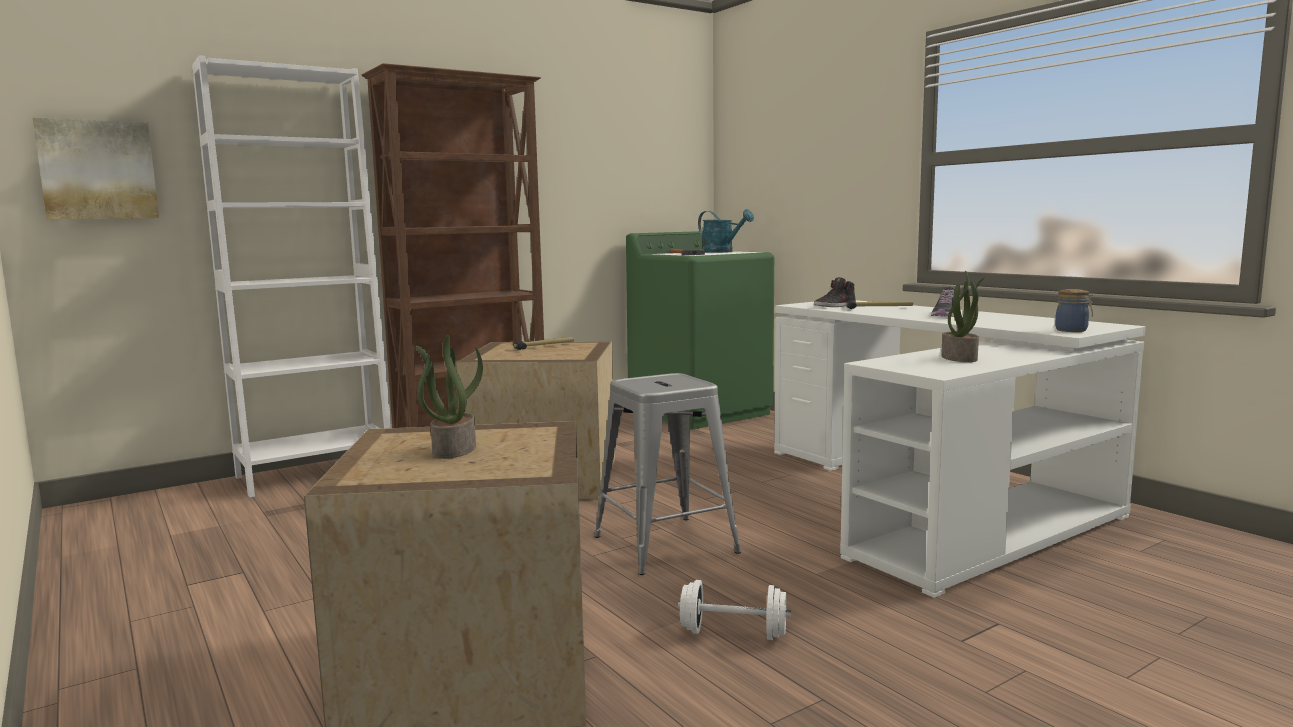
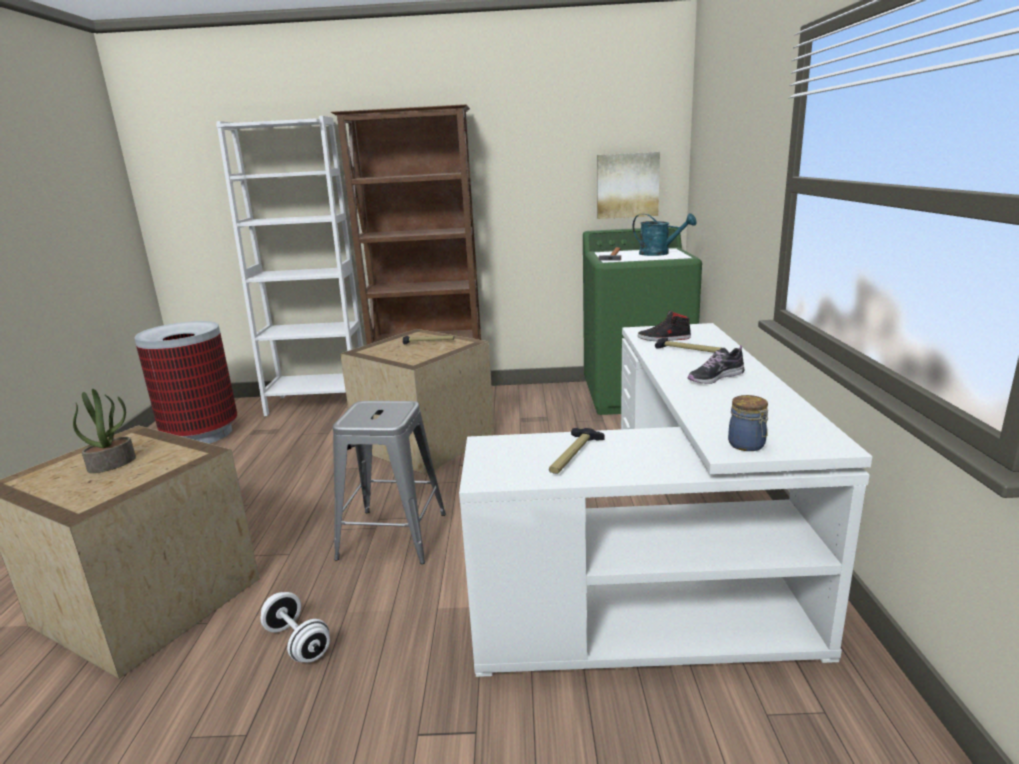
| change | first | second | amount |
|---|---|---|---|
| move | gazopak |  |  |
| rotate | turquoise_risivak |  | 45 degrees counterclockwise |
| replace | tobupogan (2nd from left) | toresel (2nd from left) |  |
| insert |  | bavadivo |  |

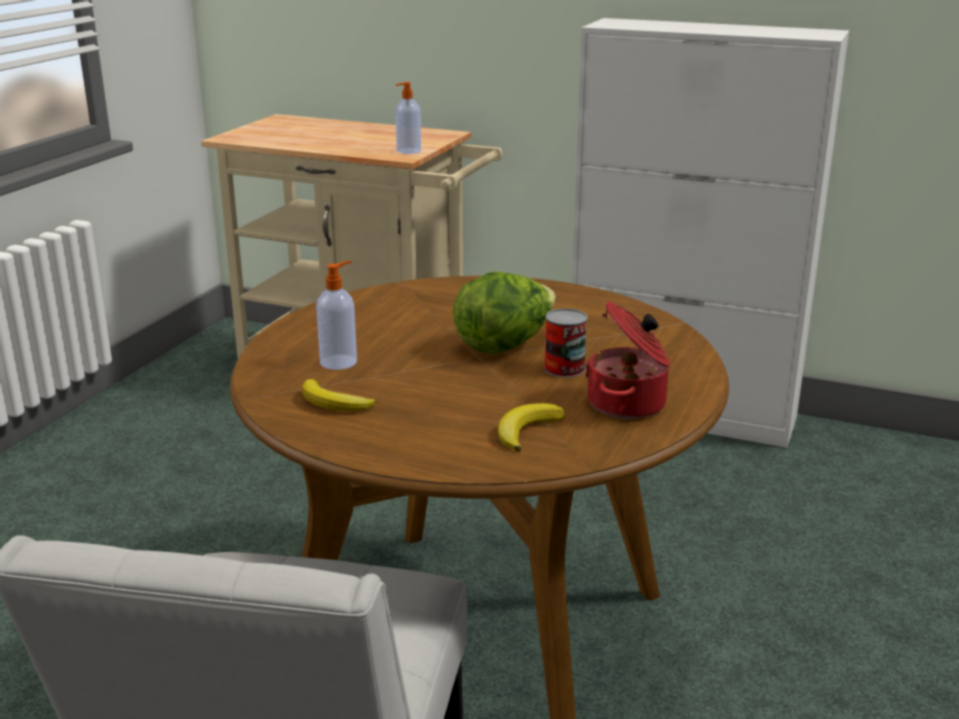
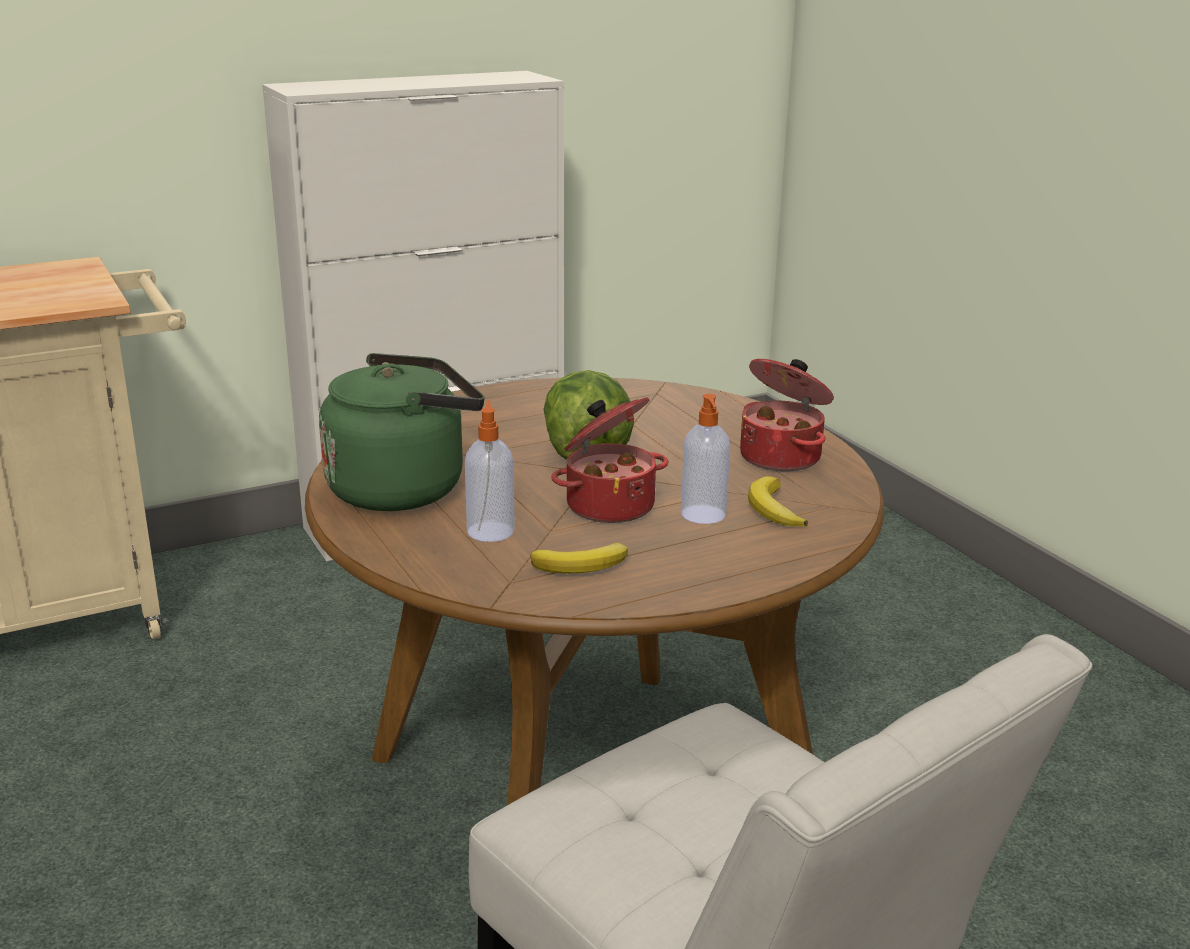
| change | first | second | amount |
|---|---|---|---|
| move | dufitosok (2nd from left) |  |  |
| delete | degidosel |  |  |
| insert |  | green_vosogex |  |
| insert |  | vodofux (1st from left) |  |

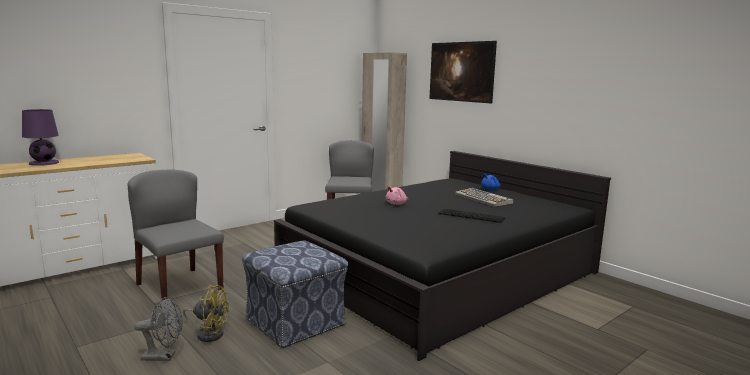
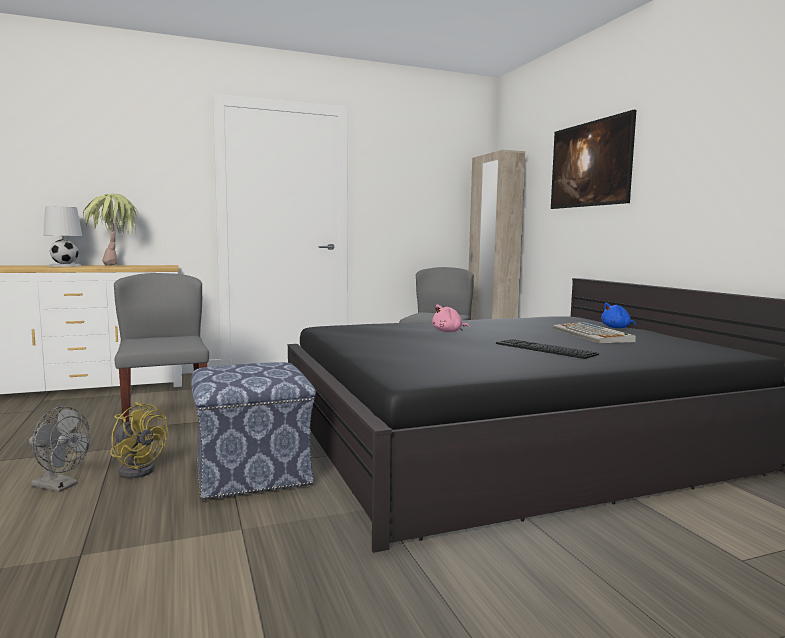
| change | first | second | amount |
|---|---|---|---|
| recolor | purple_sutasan | white_sutasan |  |
| insert |  | tobupogan |  |

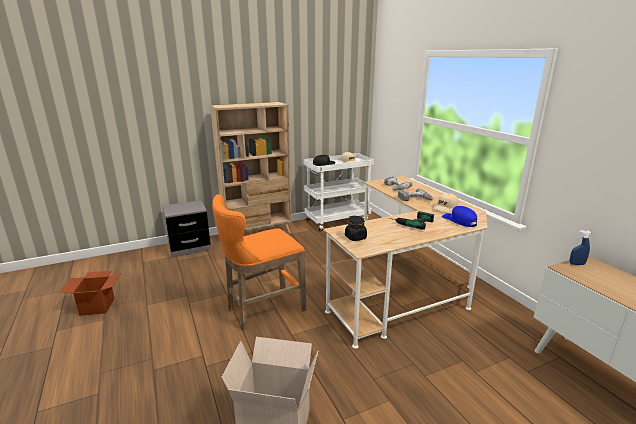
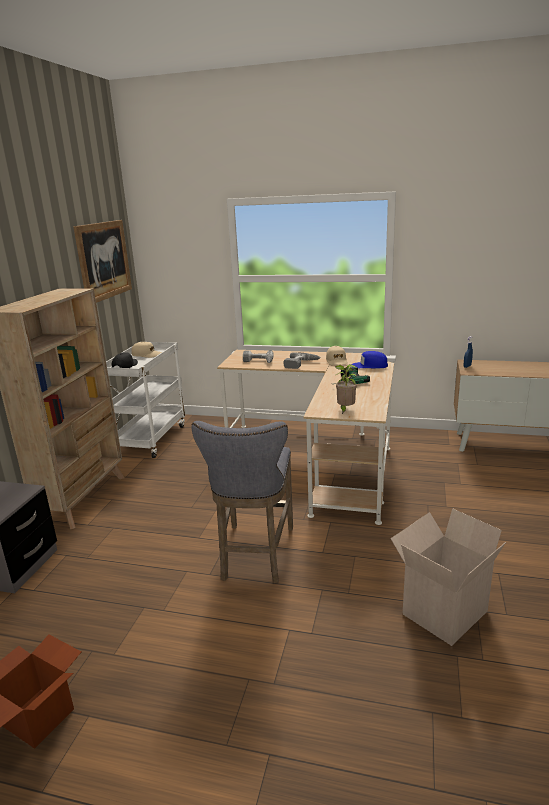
| change | first | second | amount |
|---|---|---|---|
| recolor | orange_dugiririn | grey_dugiririn |  |
| replace | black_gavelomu | tobupogan |  |
| insert |  | gazopak |  |

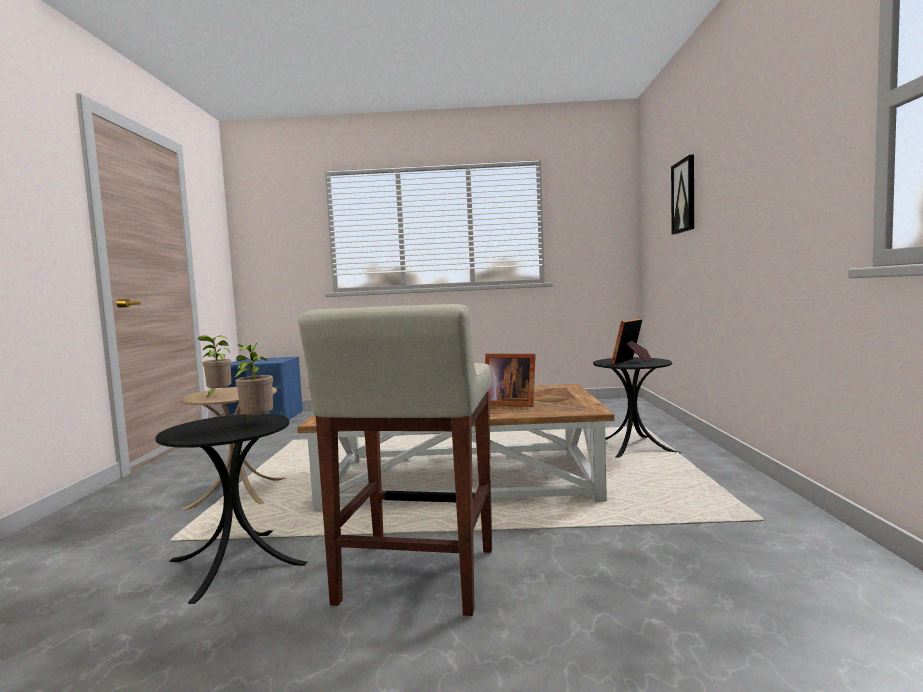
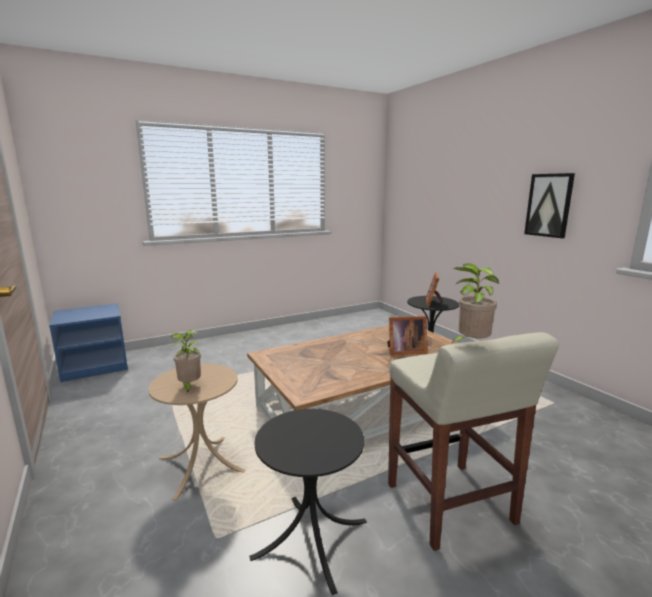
| change | first | second | amount |
|---|---|---|---|
| move | tobupogan (2nd from left) |  |  |
| move | gazopak |  |  |

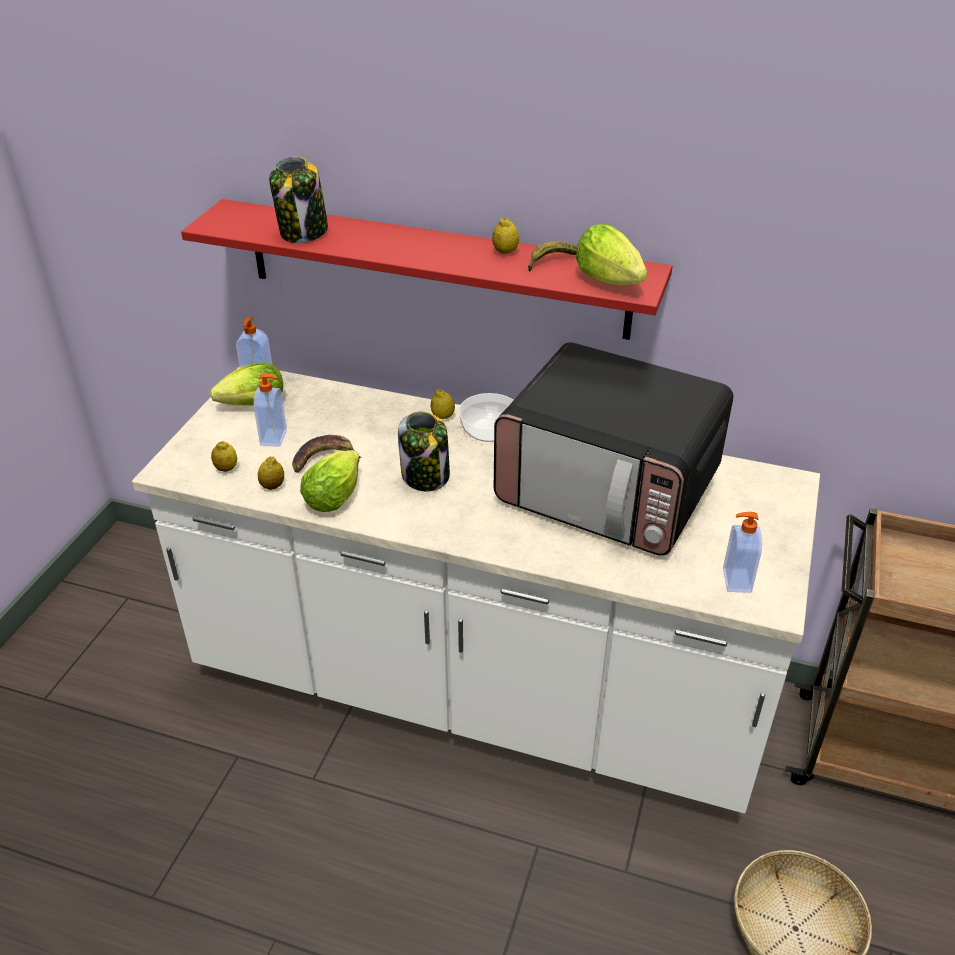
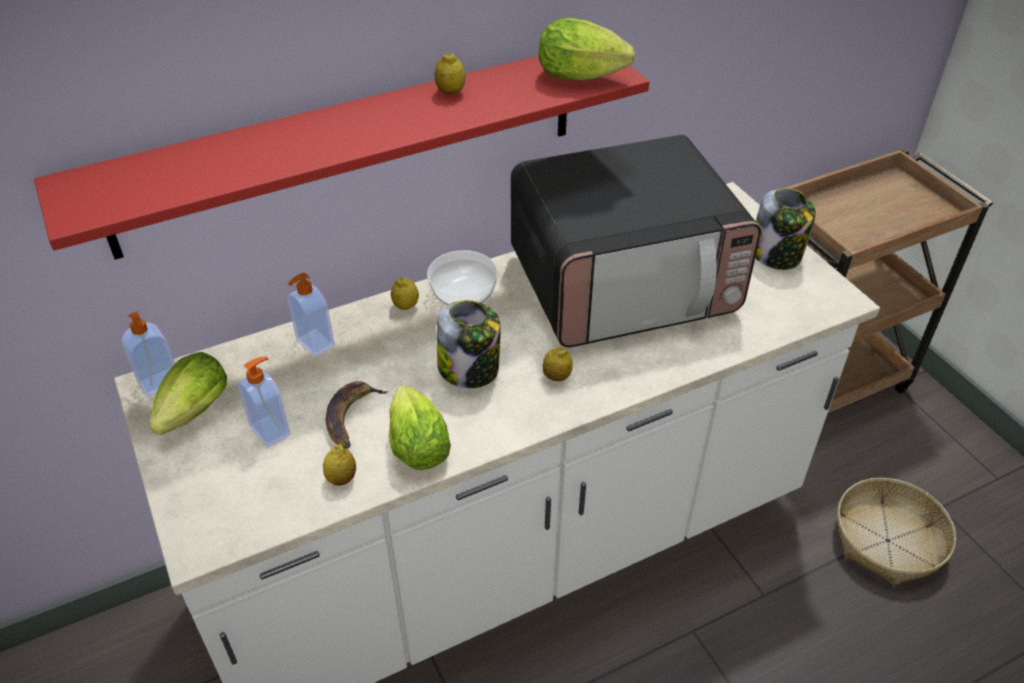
| change | first | second | amount |
|---|---|---|---|
| move | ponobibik (1st from left in the first image) | ponobibik (4th from left) |  |
| move | gavelomu (1st from left in the first image) | gavelomu (2nd from left) |  |
| delete | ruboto (2nd from left) |  |  |
| move | dufitosok (3rd from left) |  |  |

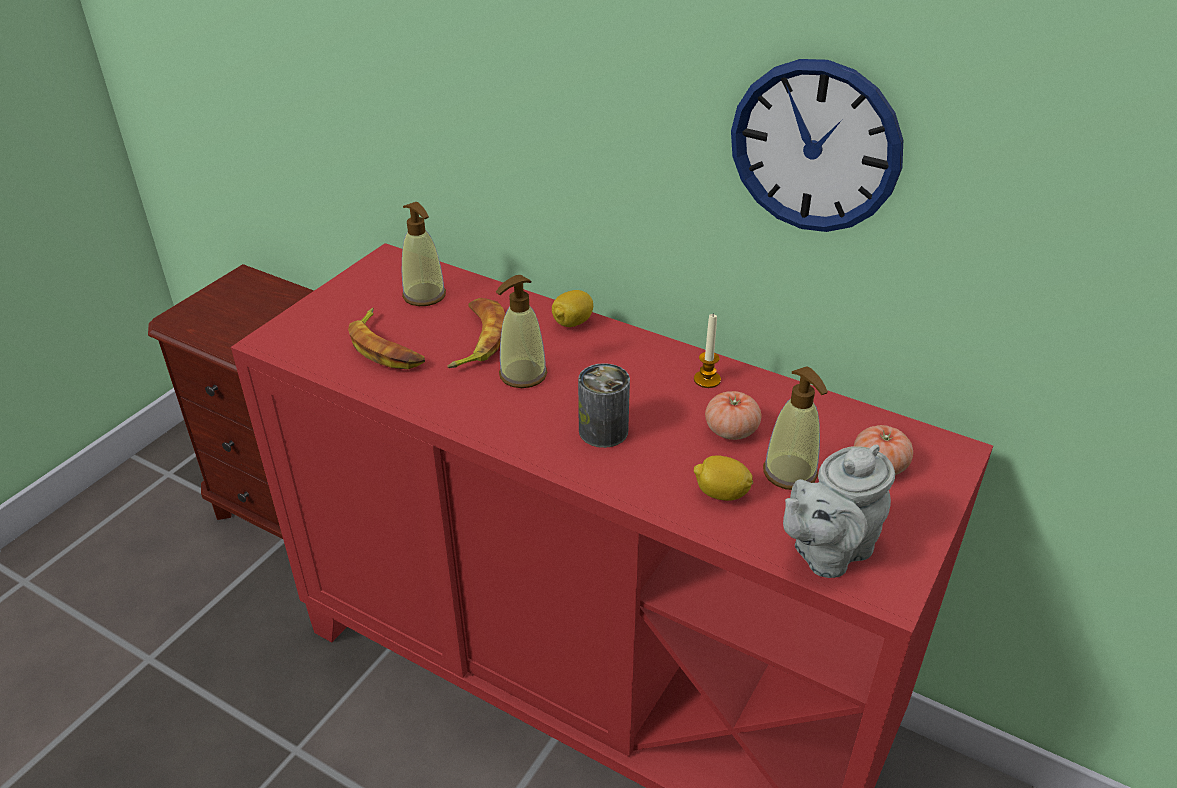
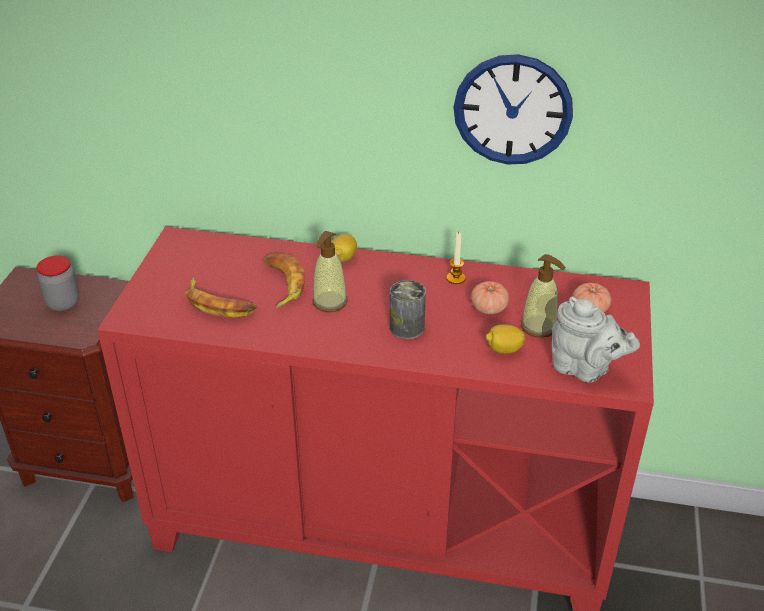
| change | first | second | amount |
|---|---|---|---|
| delete | dufitosok (1st from left) |  |  |
| rotate | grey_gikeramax |  | 90 degrees counterclockwise |
| insert |  | gavelomu |  |

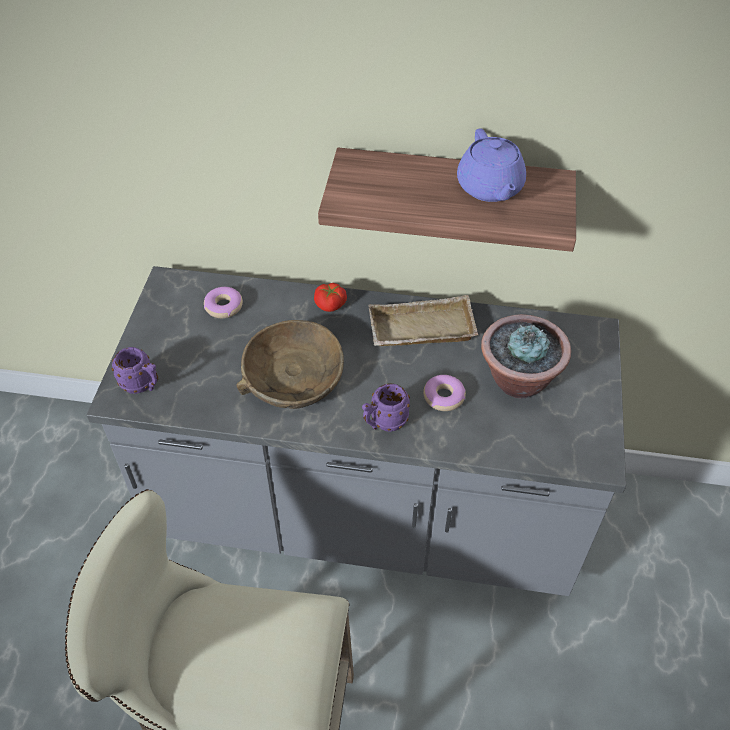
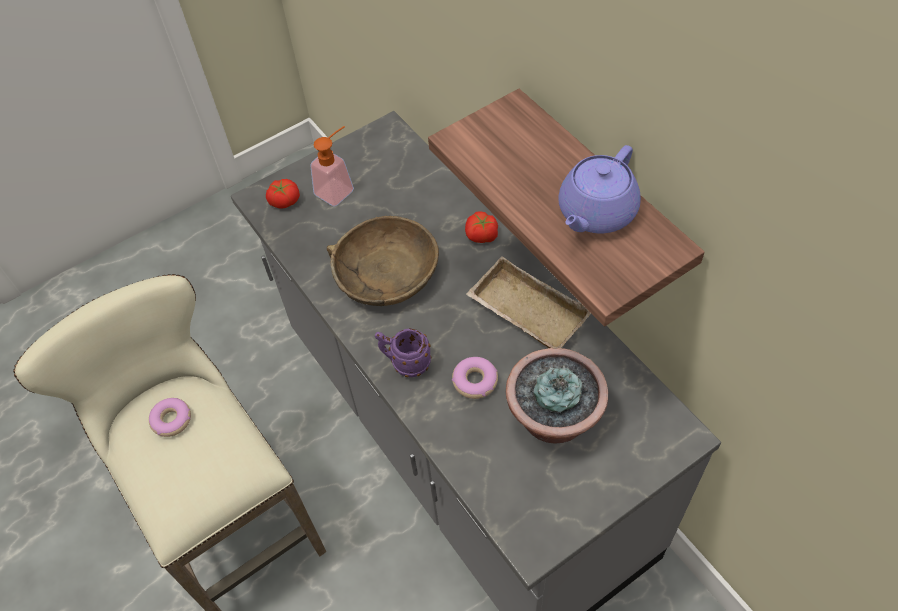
| change | first | second | amount |
|---|---|---|---|
| replace | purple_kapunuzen (1st from left) | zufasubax (1st from left) |  |
| move | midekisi (1st from left) |  |  |
| insert |  | dufitosok |  |

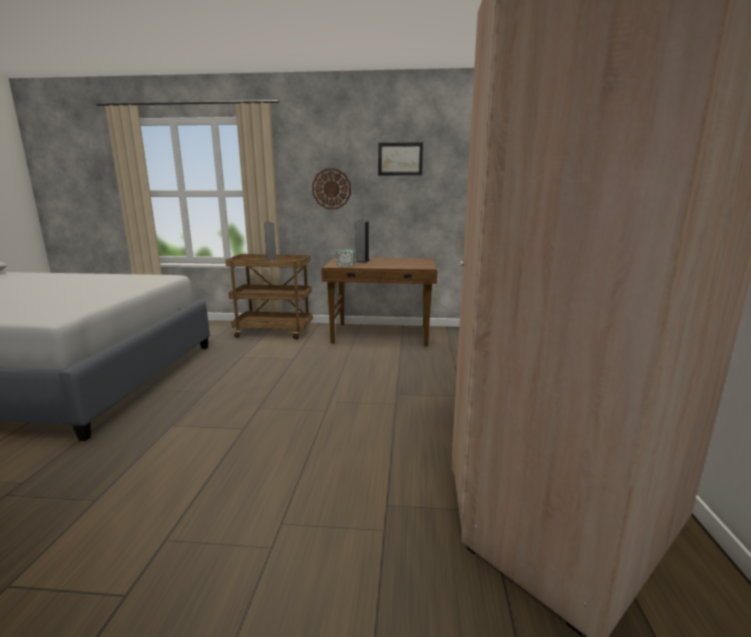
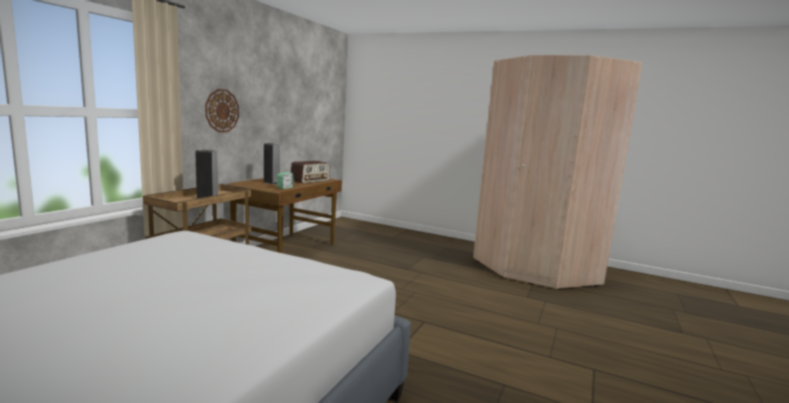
| change | first | second | amount |
|---|---|---|---|
| delete | gazopak |  |  |
| insert |  | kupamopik |  |

